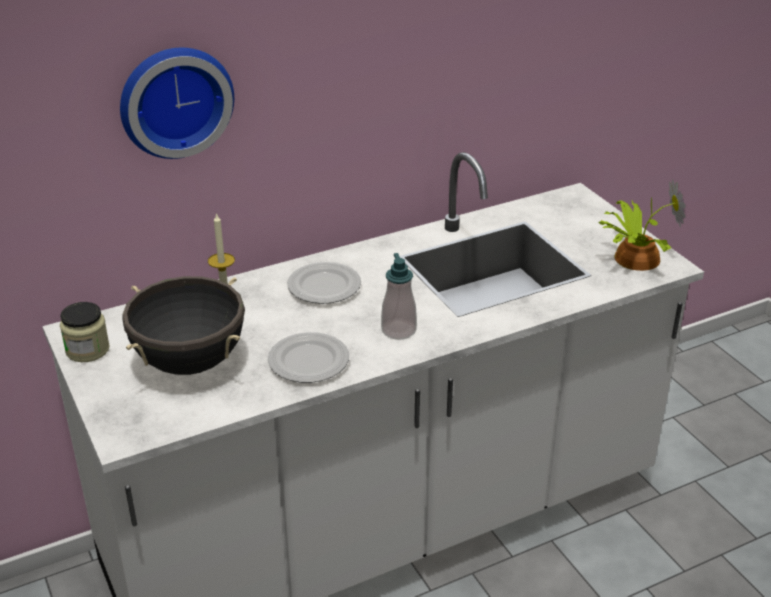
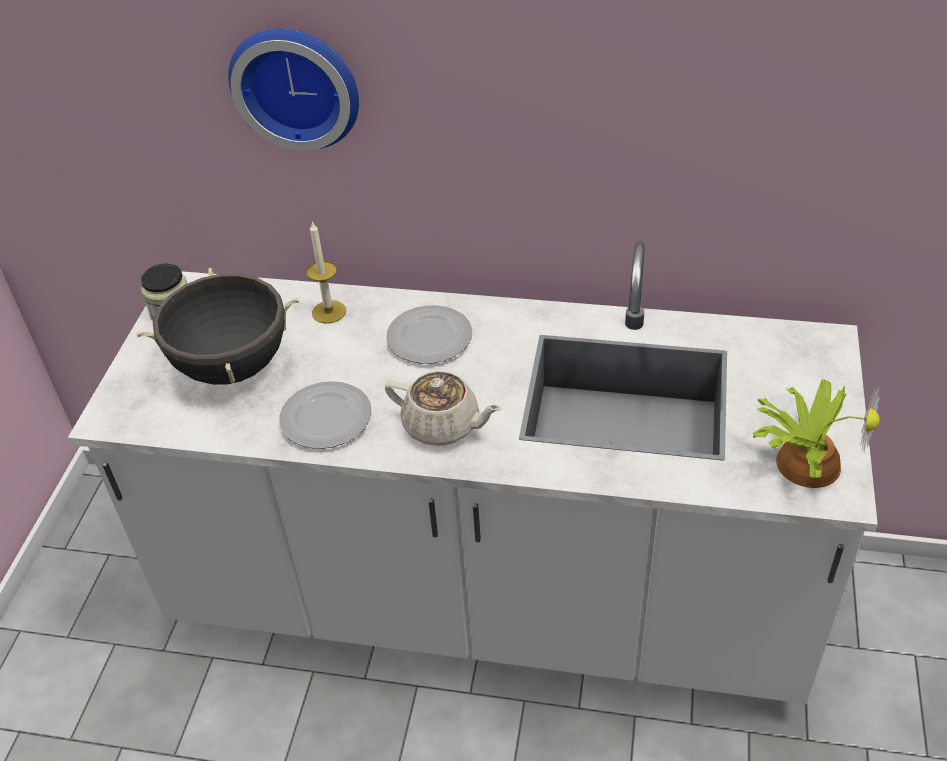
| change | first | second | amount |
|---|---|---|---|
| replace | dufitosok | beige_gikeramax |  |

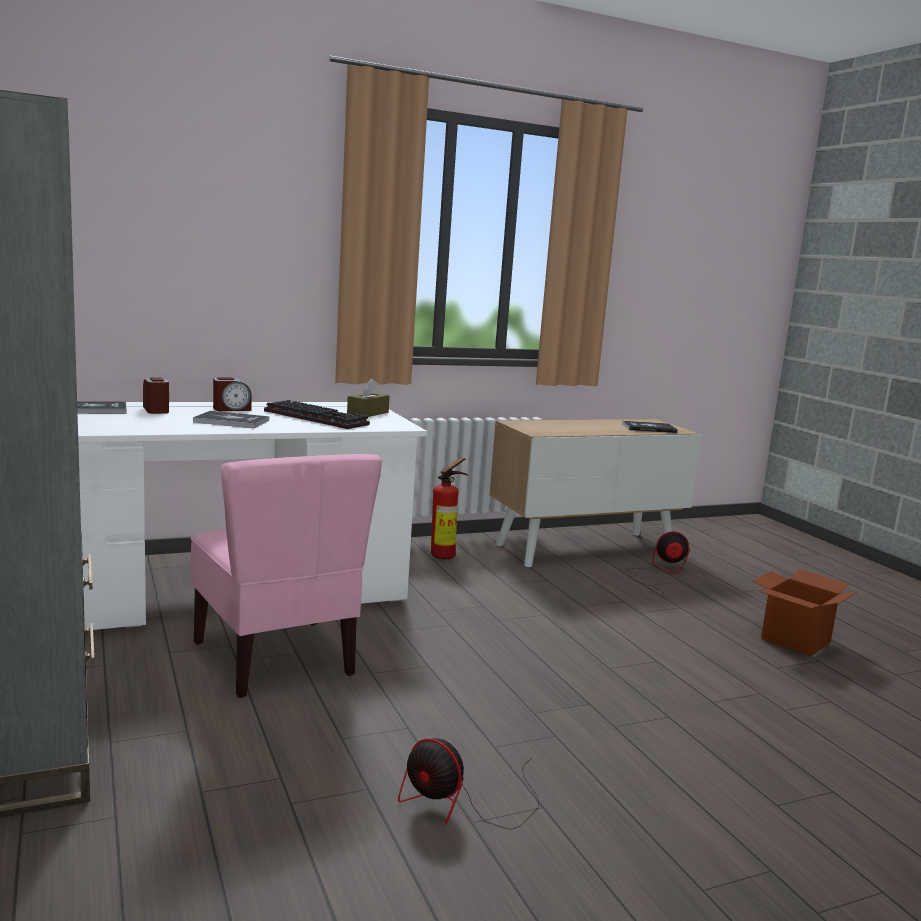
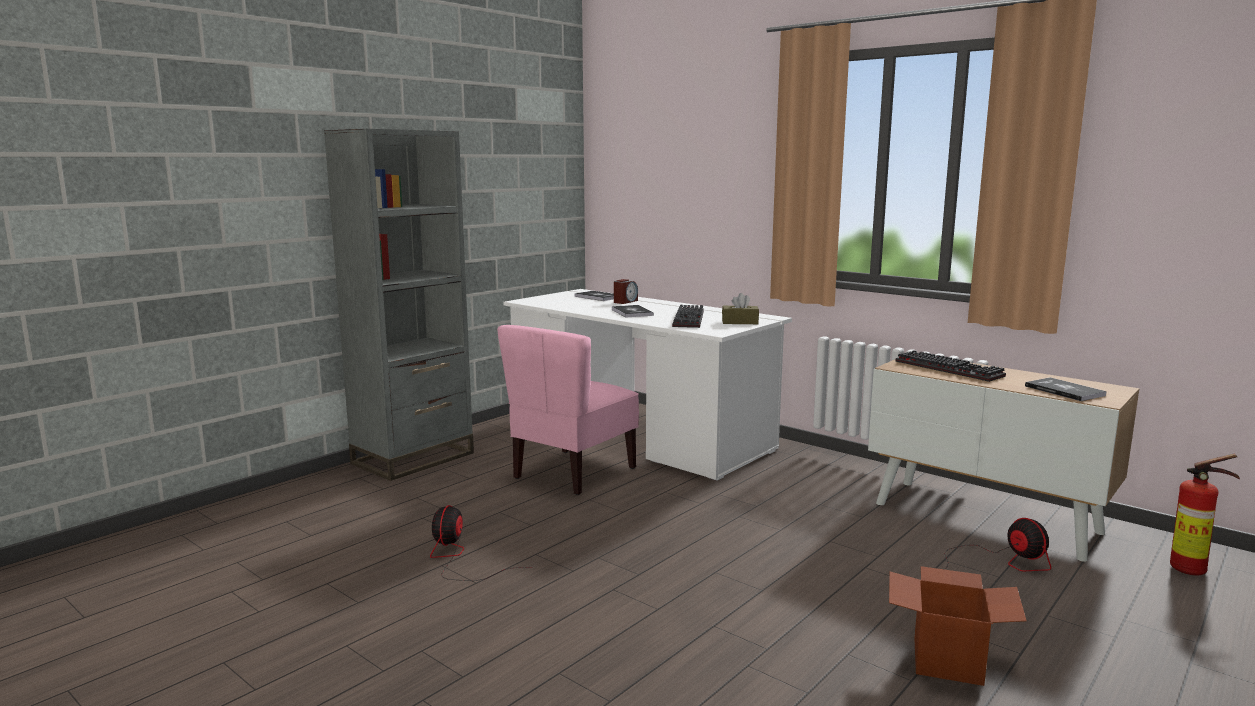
| change | first | second | amount |
|---|---|---|---|
| delete | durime (2nd from left) |  |  |
| move | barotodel |  |  |
| insert |  | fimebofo (2nd from left) |  |

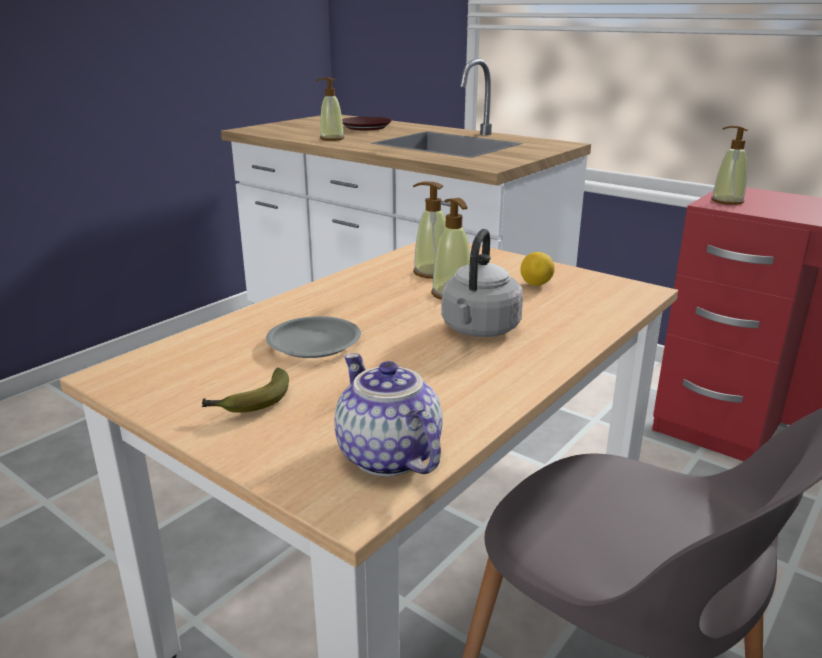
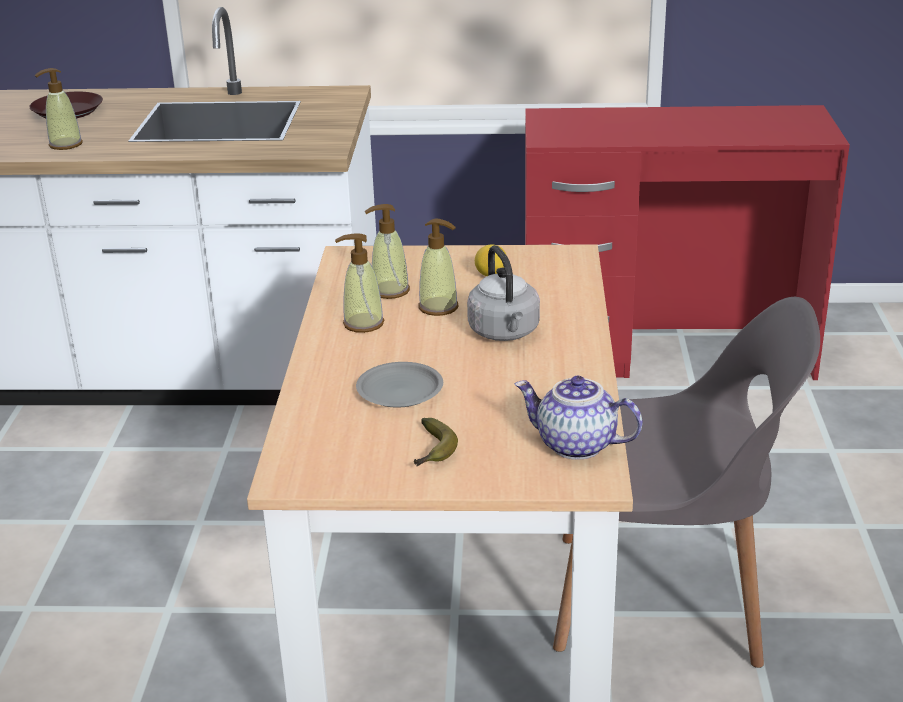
| change | first | second | amount |
|---|---|---|---|
| move | dufitosok (4th from left in the first image) | dufitosok (2nd from left) |  |

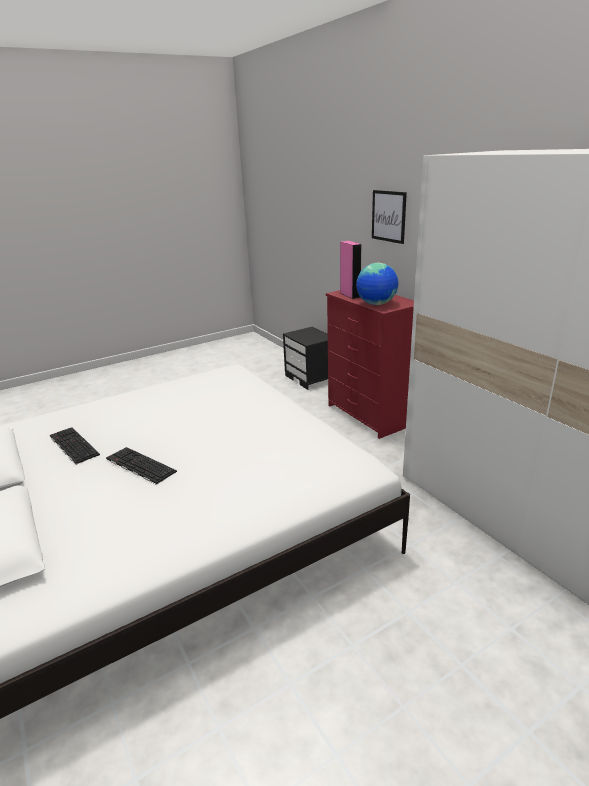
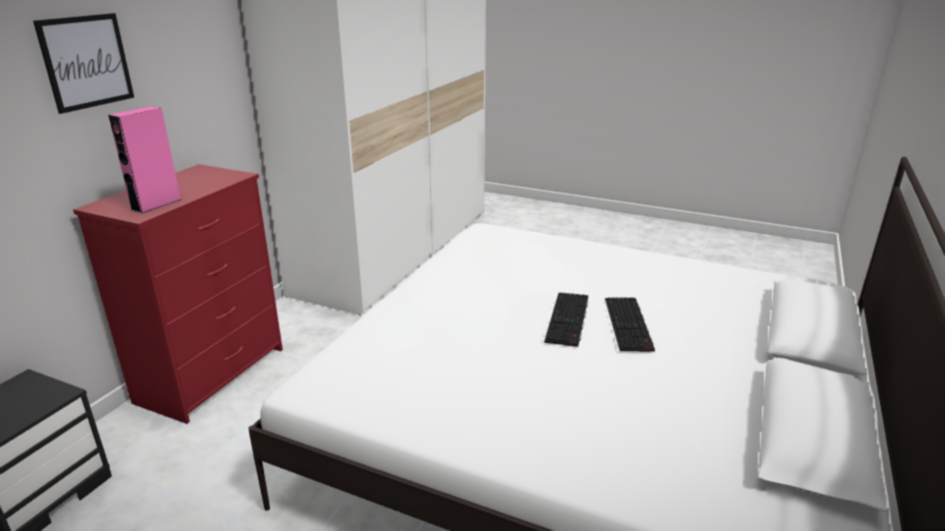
| change | first | second | amount |
|---|---|---|---|
| move | fimebofo (1st from left) |  |  |
| delete | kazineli |  |  |

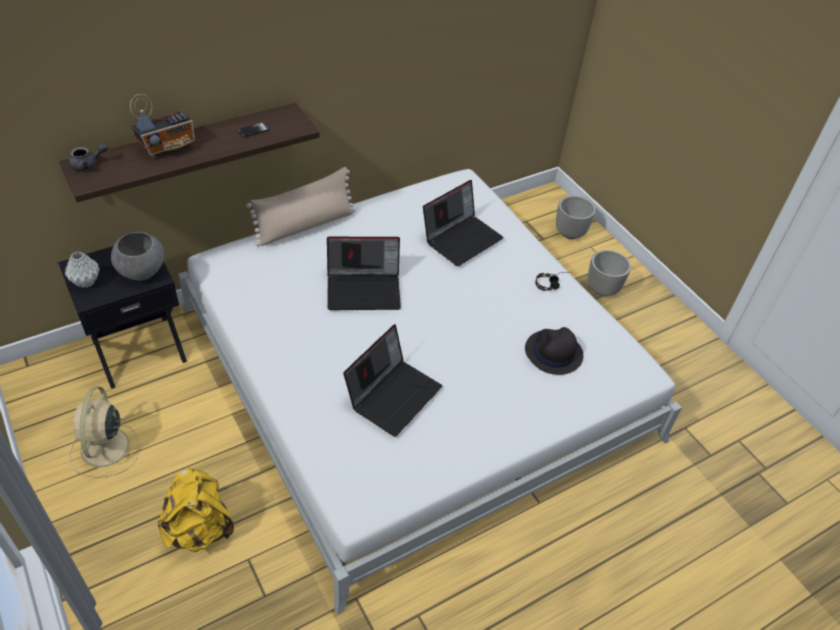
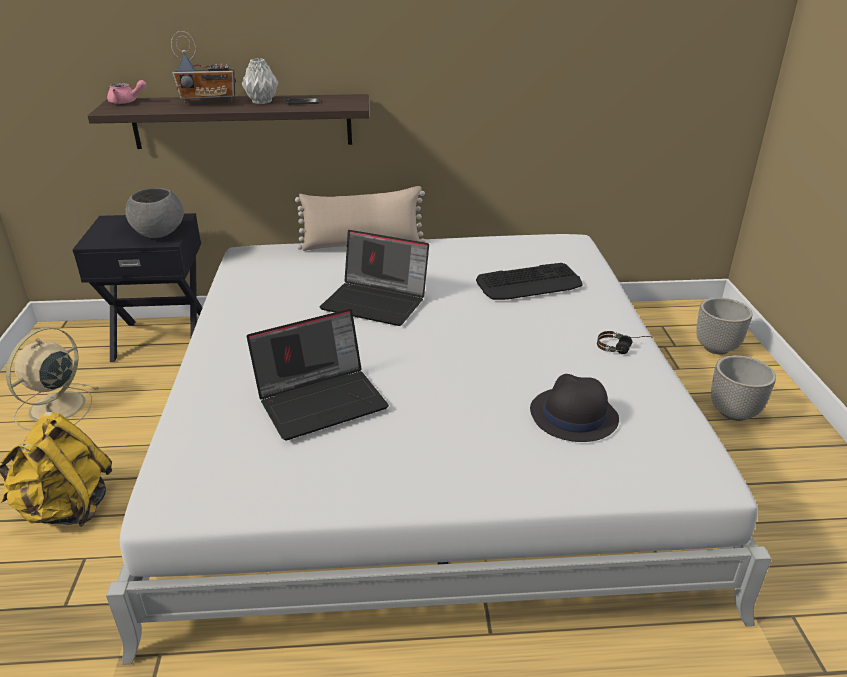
| change | first | second | amount |
|---|---|---|---|
| move | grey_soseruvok |  |  |
| recolor | grey_gikeramax | pink_gikeramax |  |
| replace | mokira (3rd from left) | fimebofo |  |

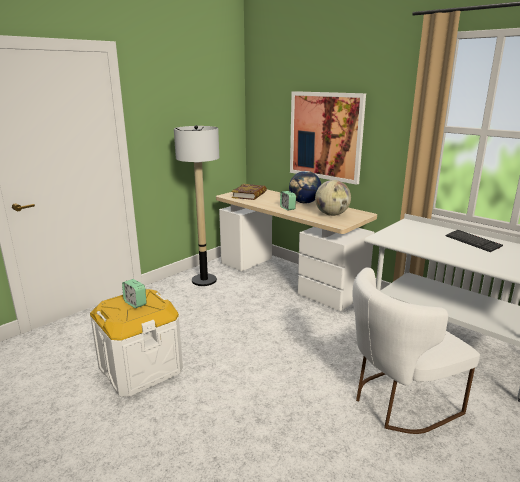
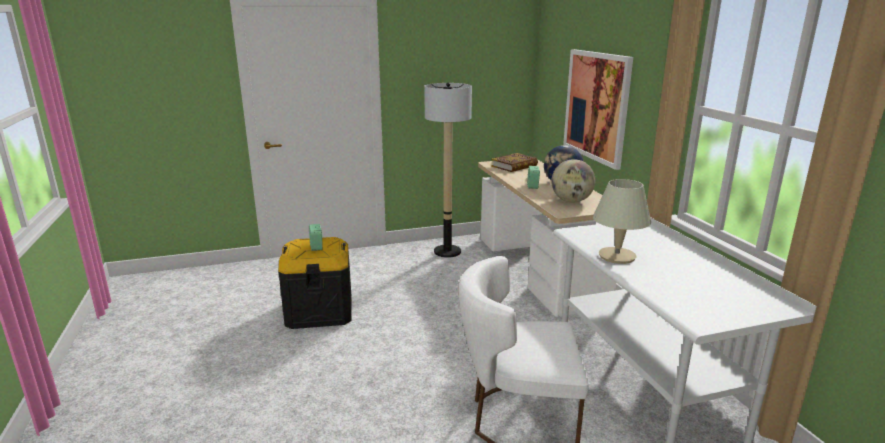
| change | first | second | amount |
|---|---|---|---|
| recolor | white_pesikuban | black_pesikuban |  |
| delete | fimebofo |  |  |
| insert |  | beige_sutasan |  |

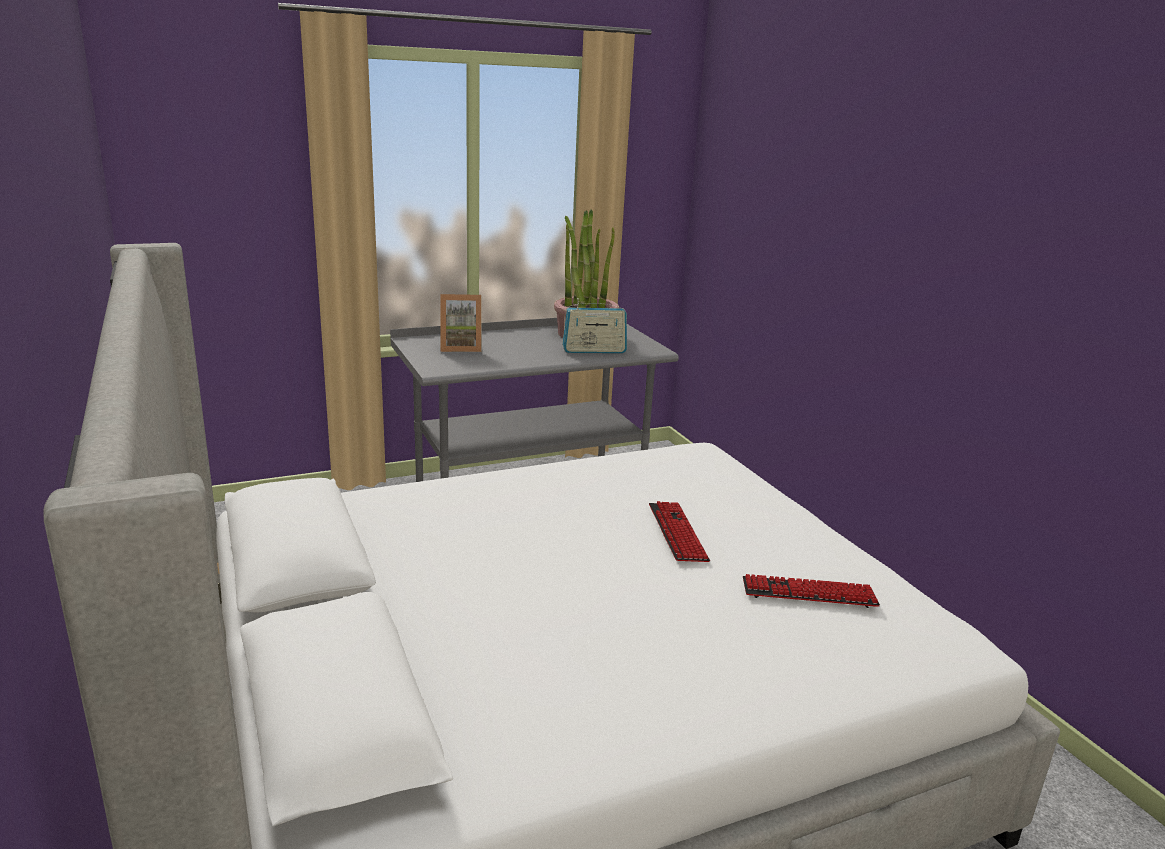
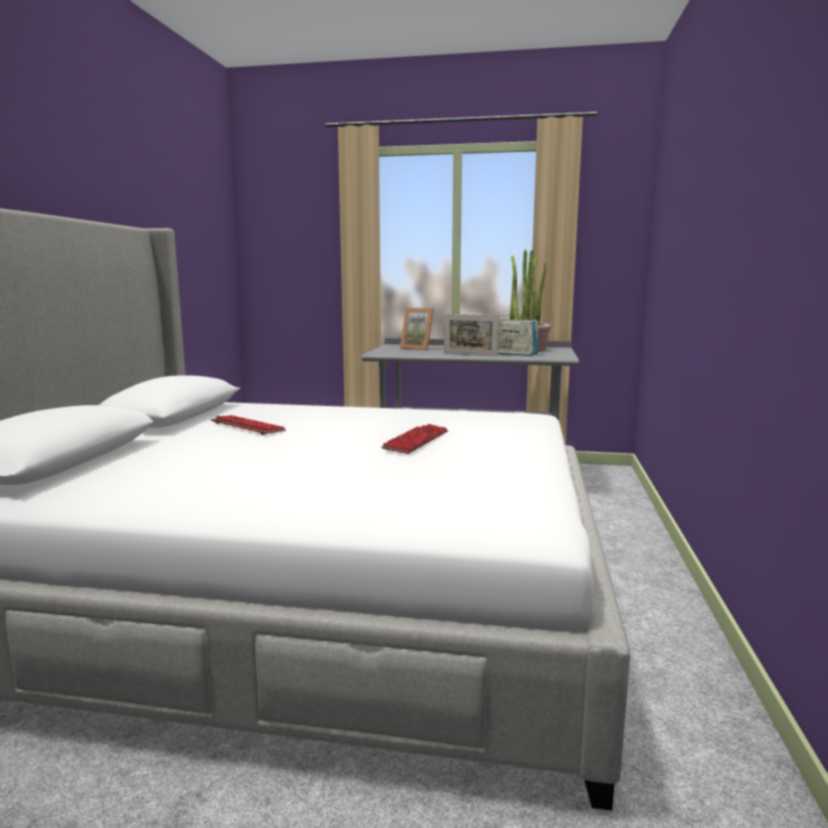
| change | first | second | amount |
|---|---|---|---|
| move | fimebofo (2nd from left in the first image) | fimebofo (1st from left) |  |
| insert |  | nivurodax (2nd from left) |  |

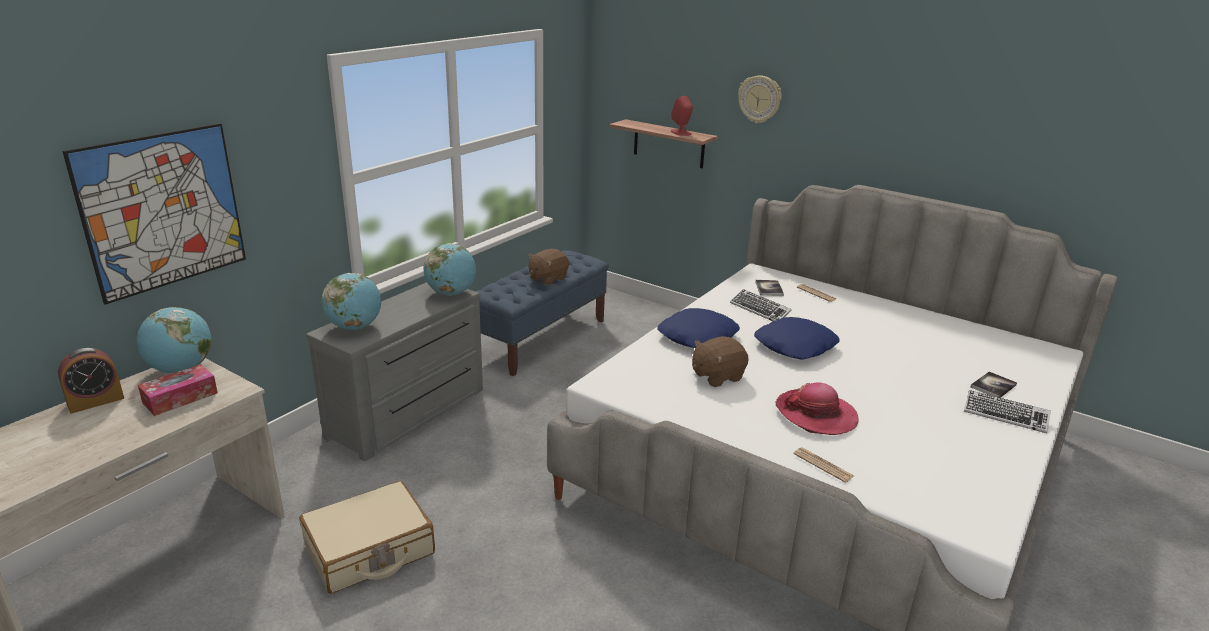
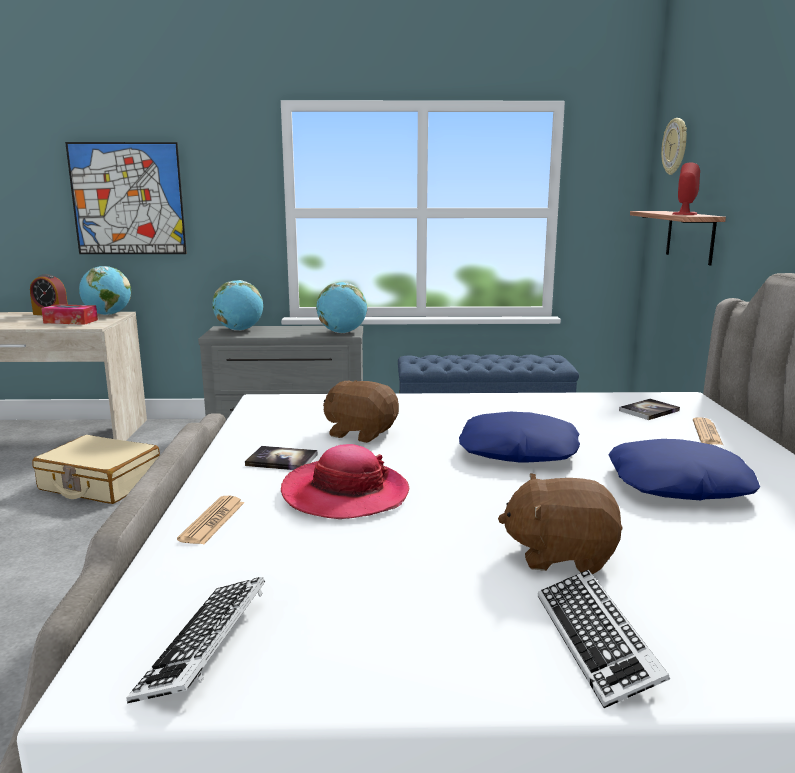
| change | first | second | amount |
|---|---|---|---|
| move | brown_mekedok (1st from left in the first image) | brown_mekedok (2nd from left) |  |
| move | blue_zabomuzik (1st from left in the first image) | blue_zabomuzik (2nd from left) |  |
| move | fimebofo (1st from left) |  |  |
| move | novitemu |  |  |
| move | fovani (2nd from left in the first image) | fovani (1st from left) |  |

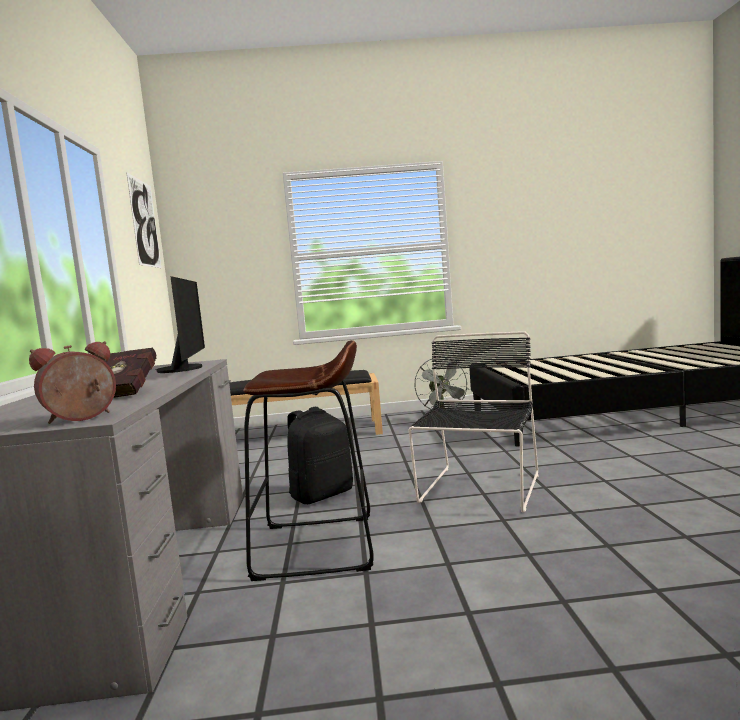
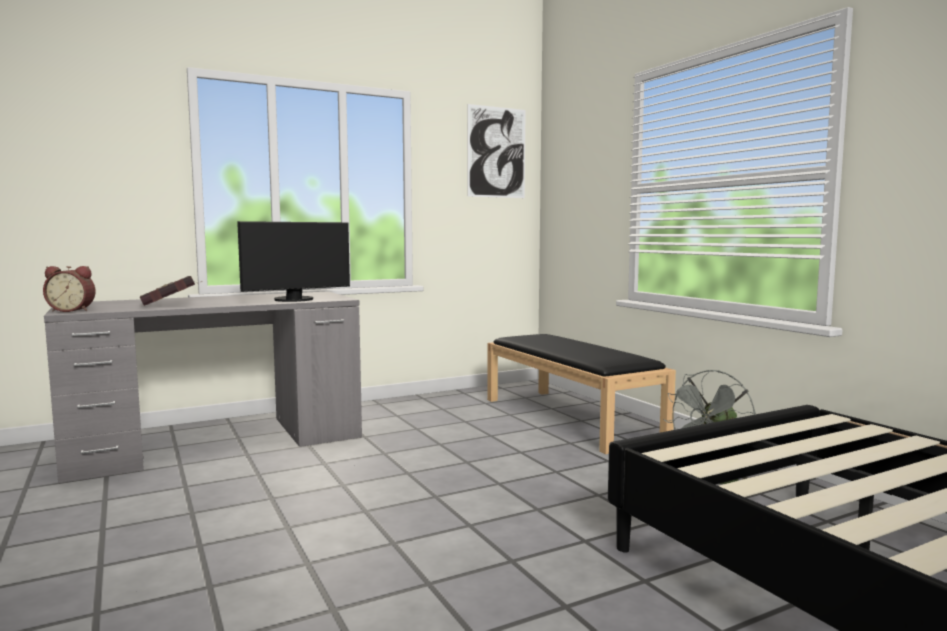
| change | first | second | amount |
|---|---|---|---|
| rotate | durime |  | 150 degrees clockwise |
| delete | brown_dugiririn |  |  |
| delete | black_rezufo |  |  |
| delete | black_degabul |  |  |

